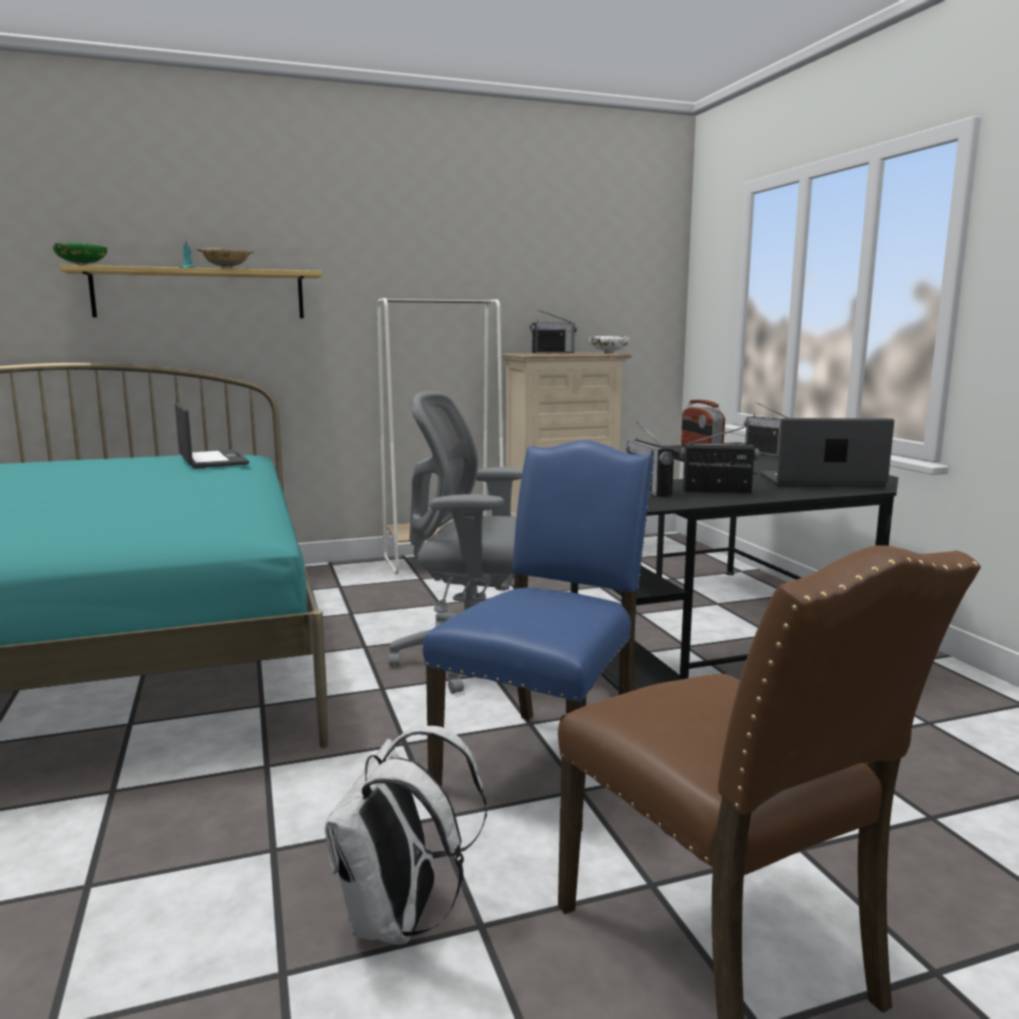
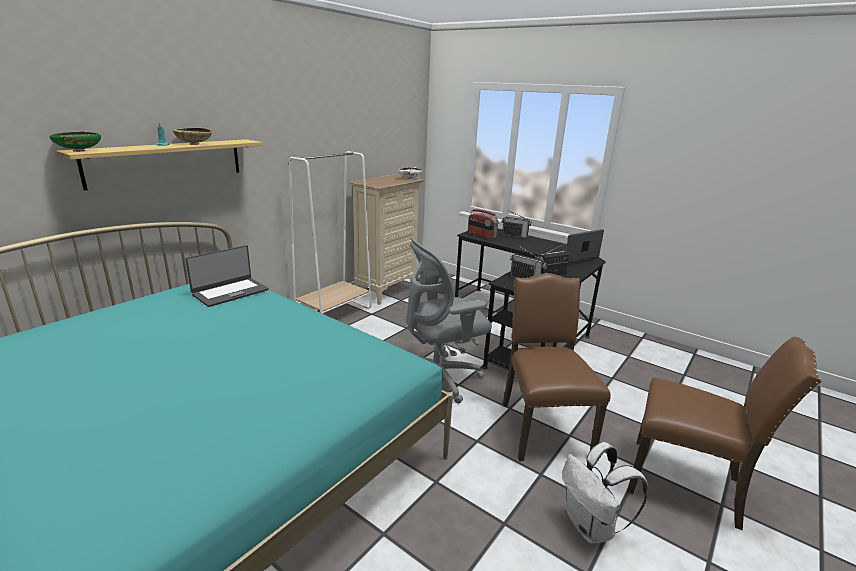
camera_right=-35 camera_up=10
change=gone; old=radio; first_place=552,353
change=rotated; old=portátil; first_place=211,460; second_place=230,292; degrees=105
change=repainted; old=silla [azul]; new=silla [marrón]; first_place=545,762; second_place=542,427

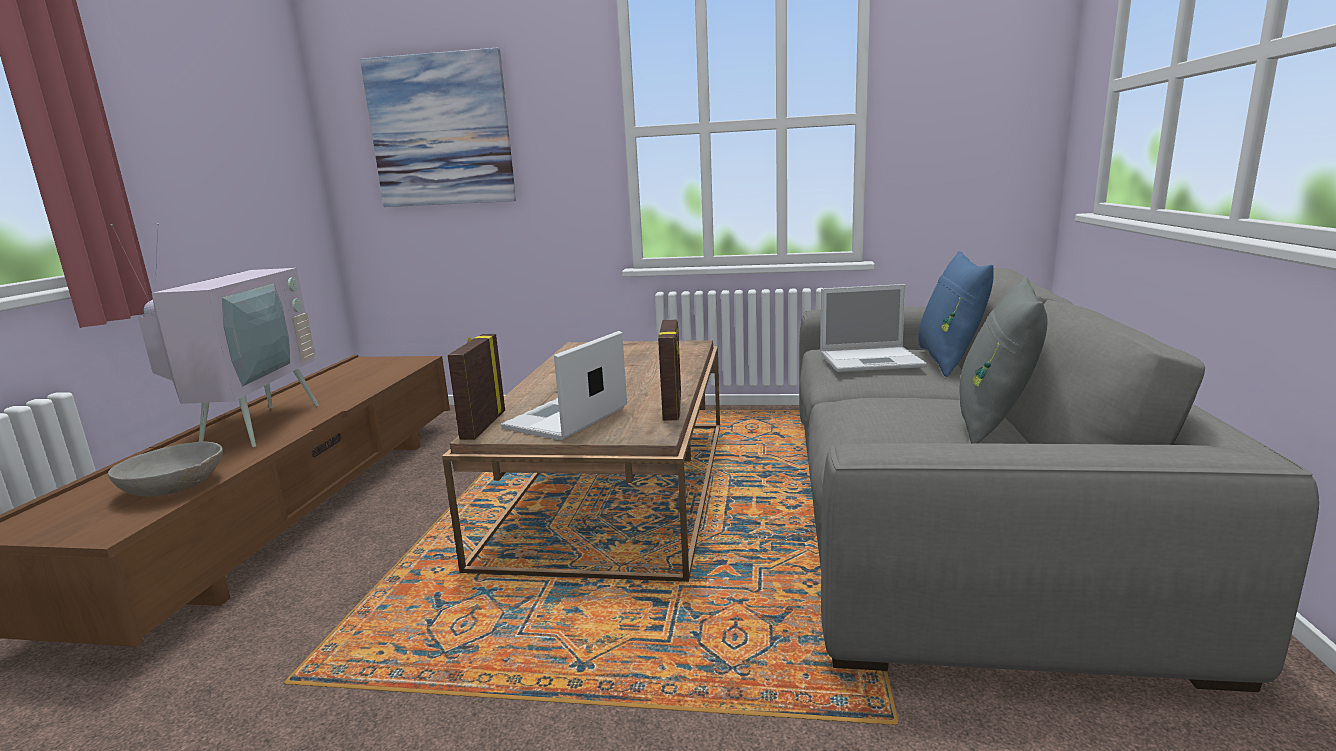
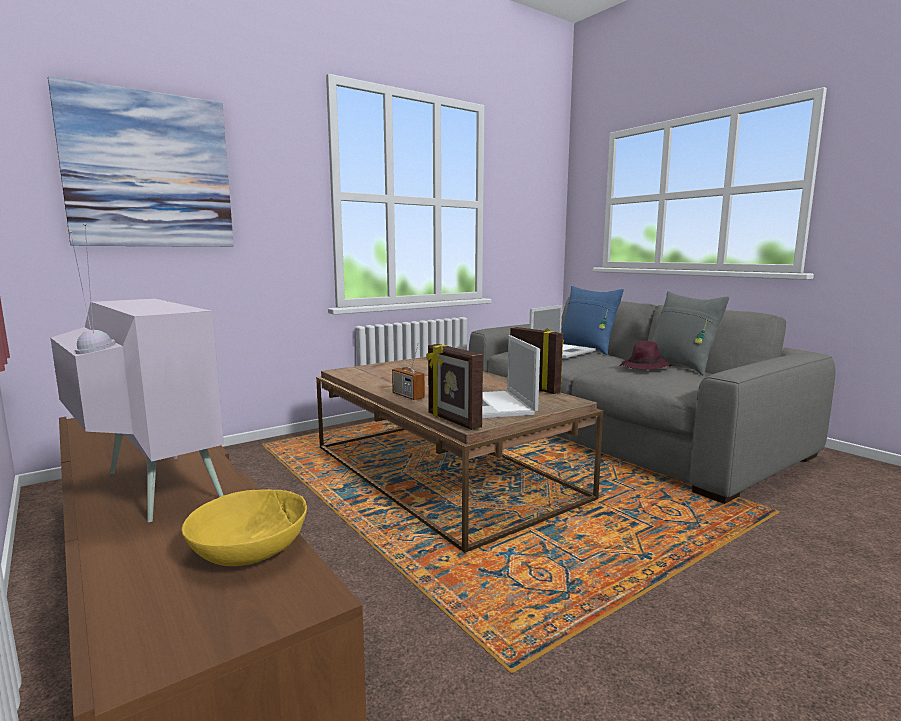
camera_right=-45 camera_up=-5
change=repainted; old=cuenco [gris]; new=cuenco [amarillo]; first_place=175,486; second_place=249,548
change=new; new=sombrero [morado]; second_place=645,367
change=new; new=radio; second_place=408,396

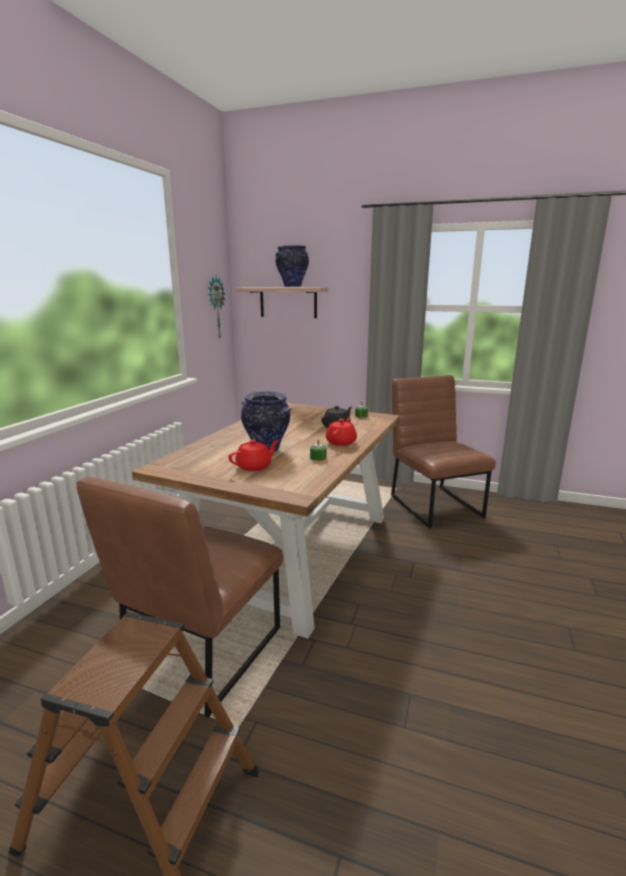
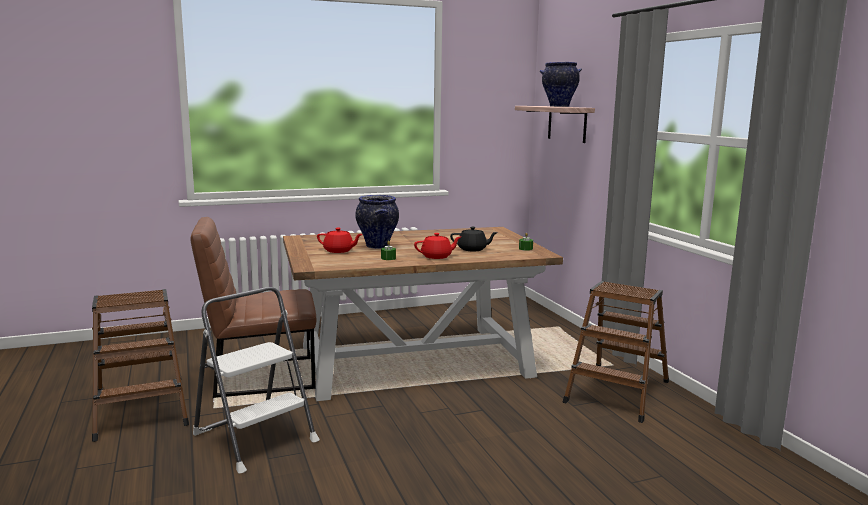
camera_right=50 camera_up=-5
change=gone; old=reloj de pared; first_place=215,308
change=swapped; old=silla [marrón]; new=escalera de tijera [marrón]; first_place=434,504; second_place=618,391
change=new; new=escalera de tijera [blanco]; second_place=253,435

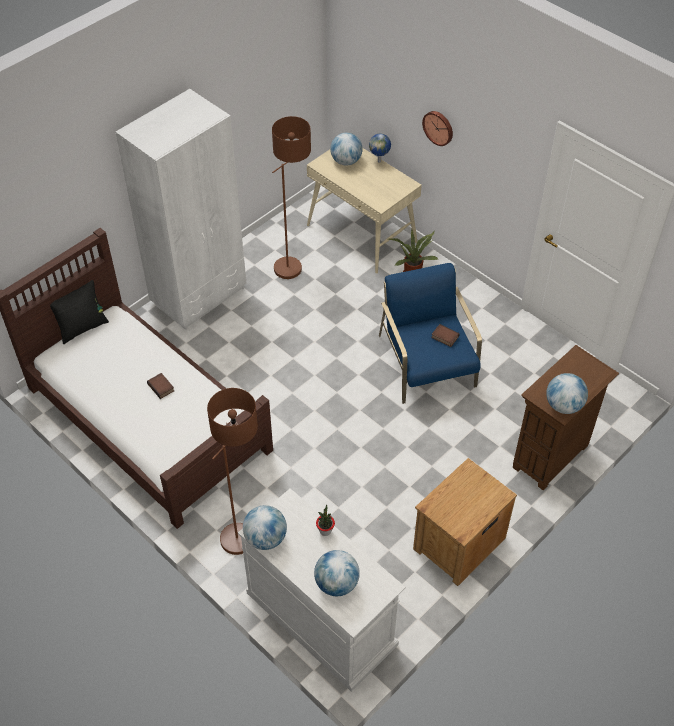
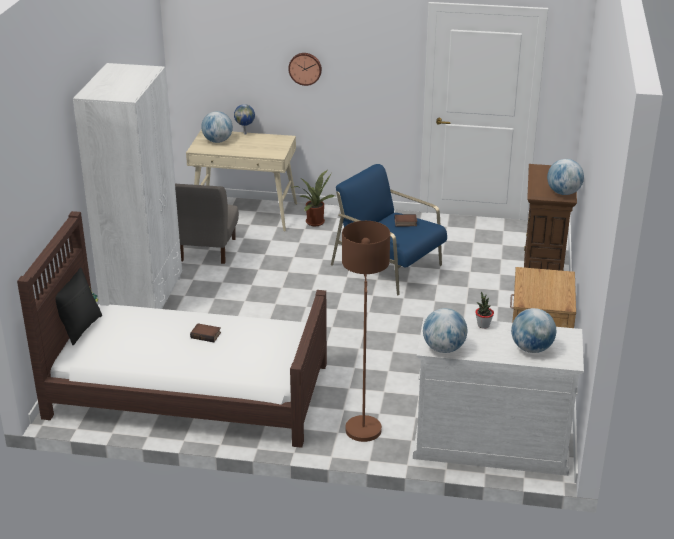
camera_right=-35 camera_up=-20
change=swapped; old=lámpara de pie [marrón]; new=silla [gris]; first_place=293,264; second_place=207,249

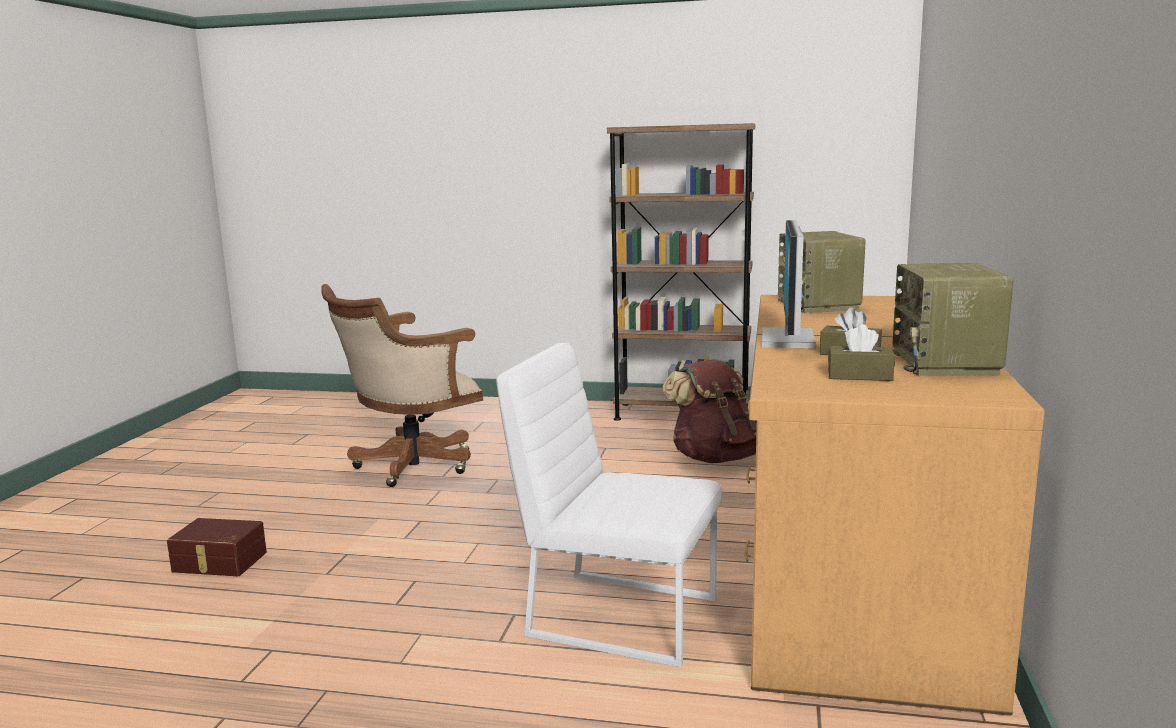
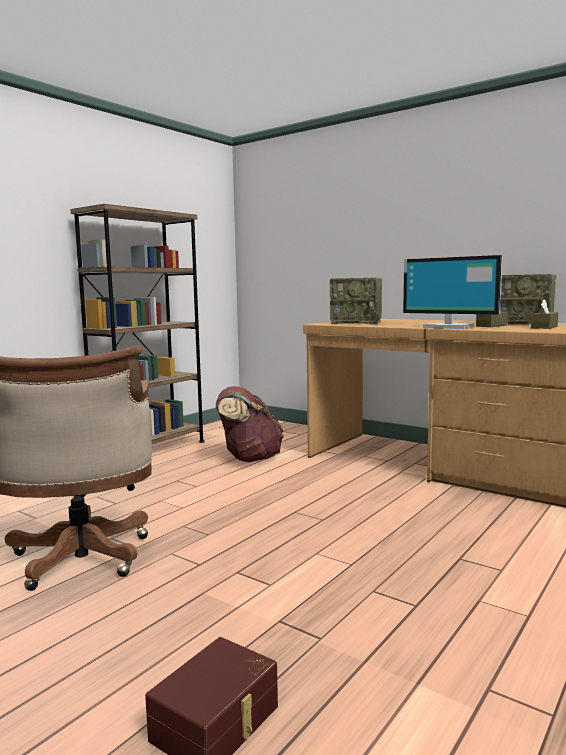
camera_right=-65 camera_up=-5
change=gone; old=silla [blanco]; first_place=617,615

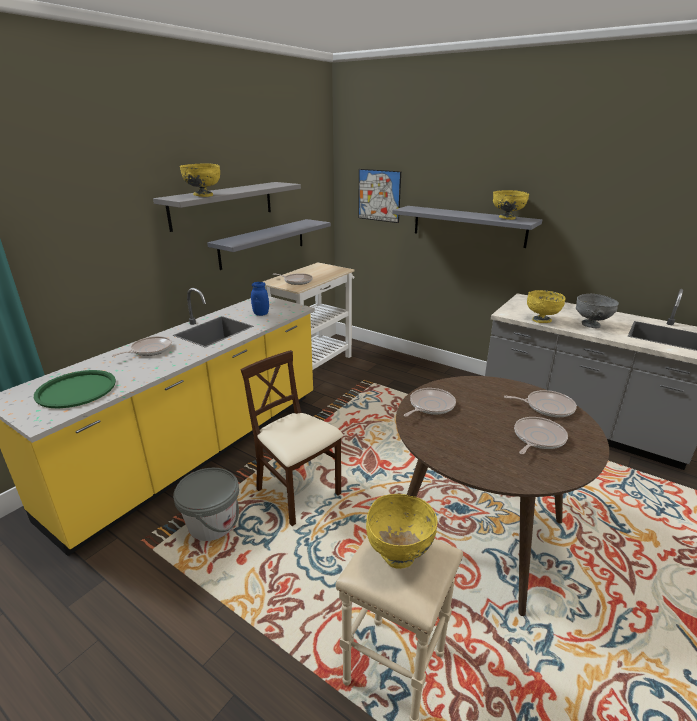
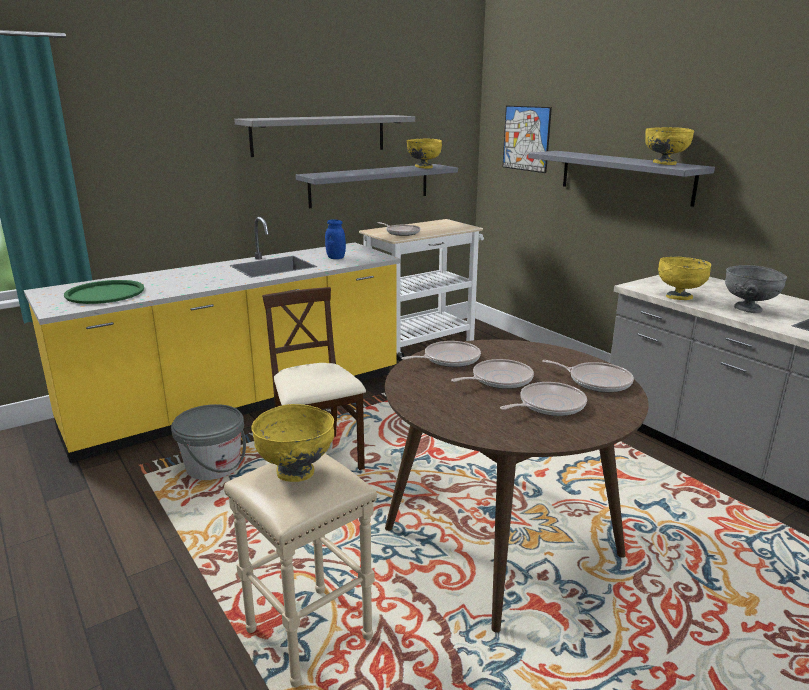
camera_right=20 camera_up=-5
change=shifted; old=cuenco [amarillo]; first_place=203,195; second_place=423,167
change=shifted; old=sartén; first_place=149,350; second_place=499,379

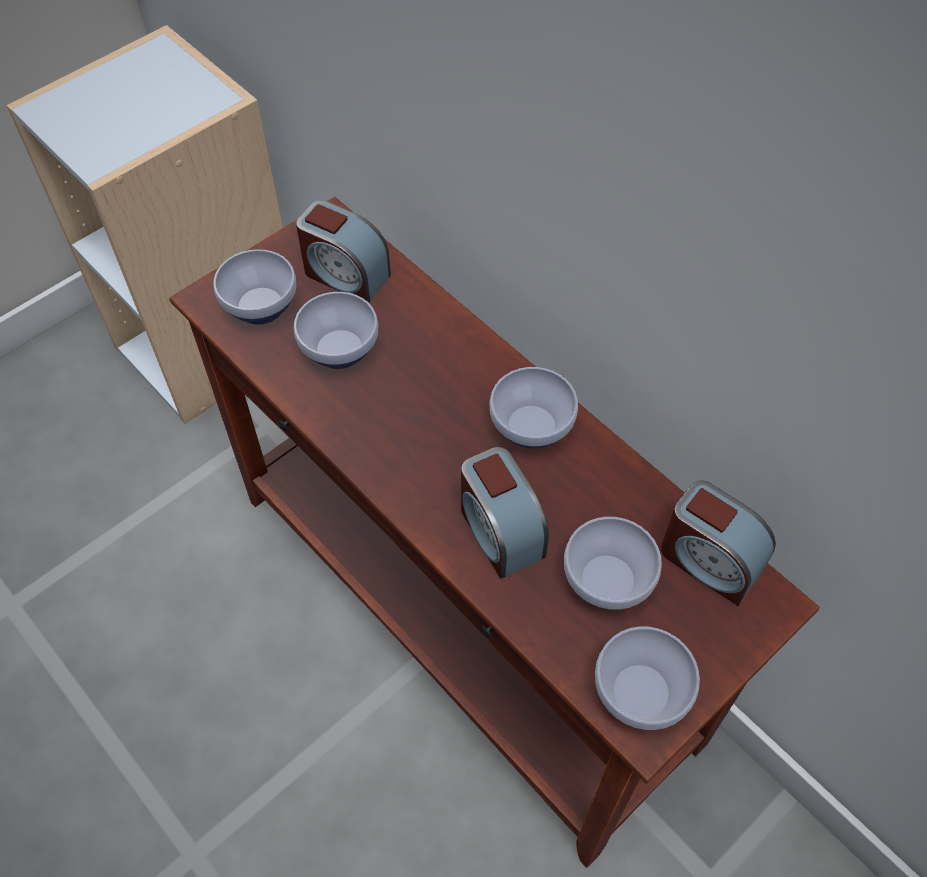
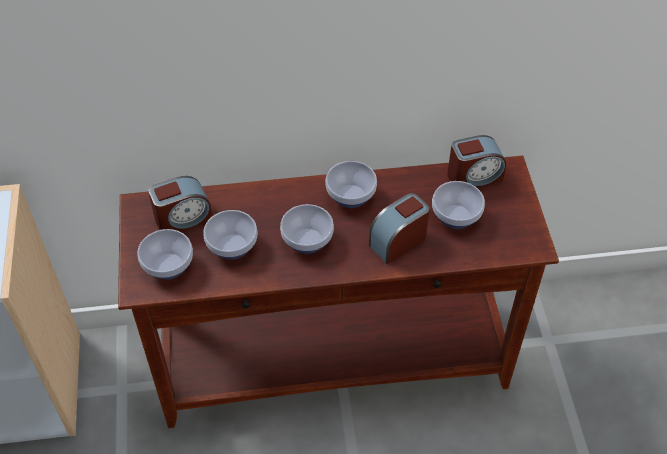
camera_right=-55 camera_up=-5
change=rotated; old=despertador; first_place=500,531; second_place=398,241; degrees=135
change=shifted; old=cuenco; first_place=643,691; second_place=307,240

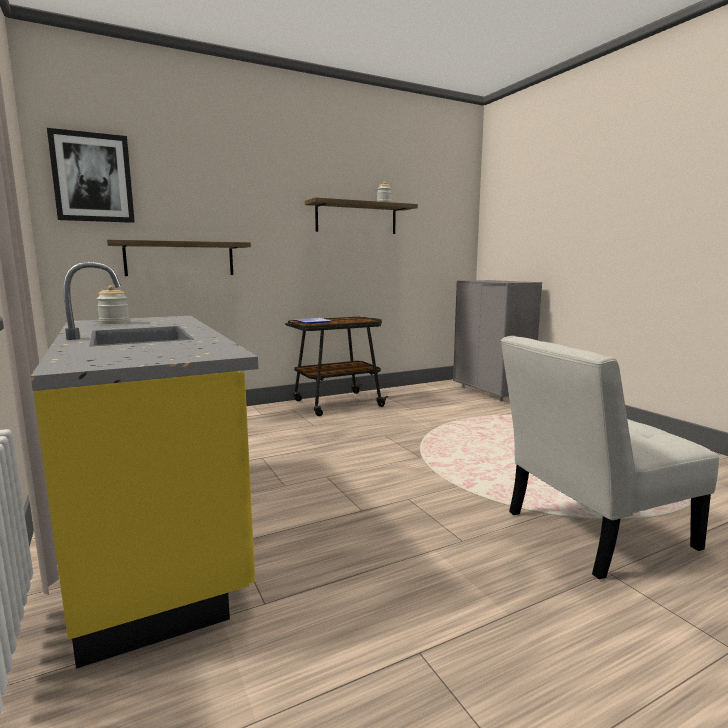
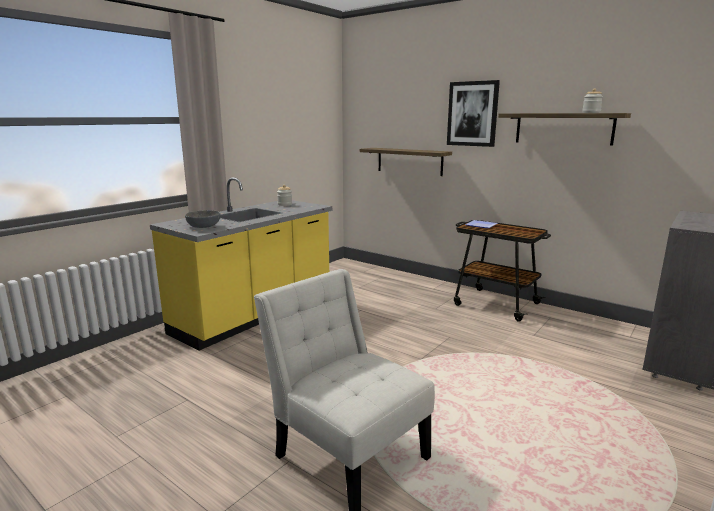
camera_right=65 camera_up=5
change=shifted; old=cuadro; first_place=92,178; second_place=472,114
change=new; new=cuenco [gris]; second_place=203,227

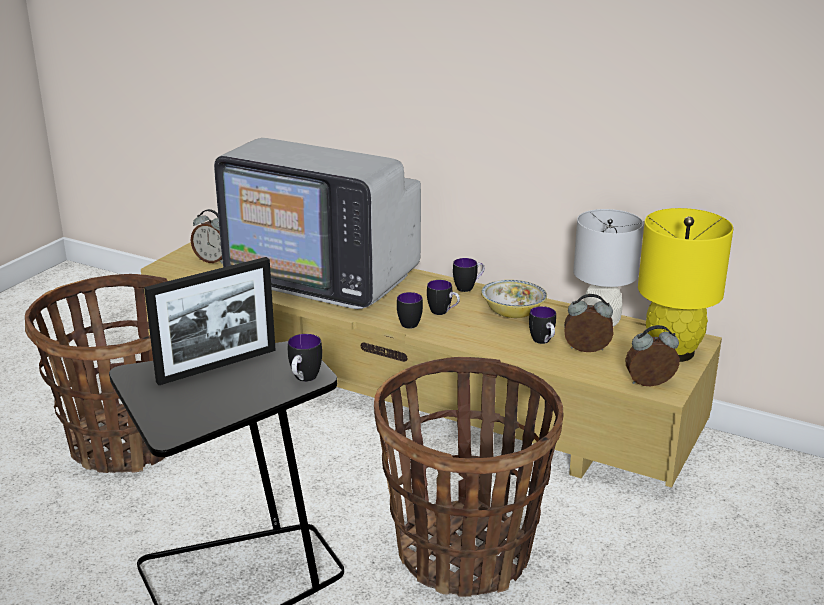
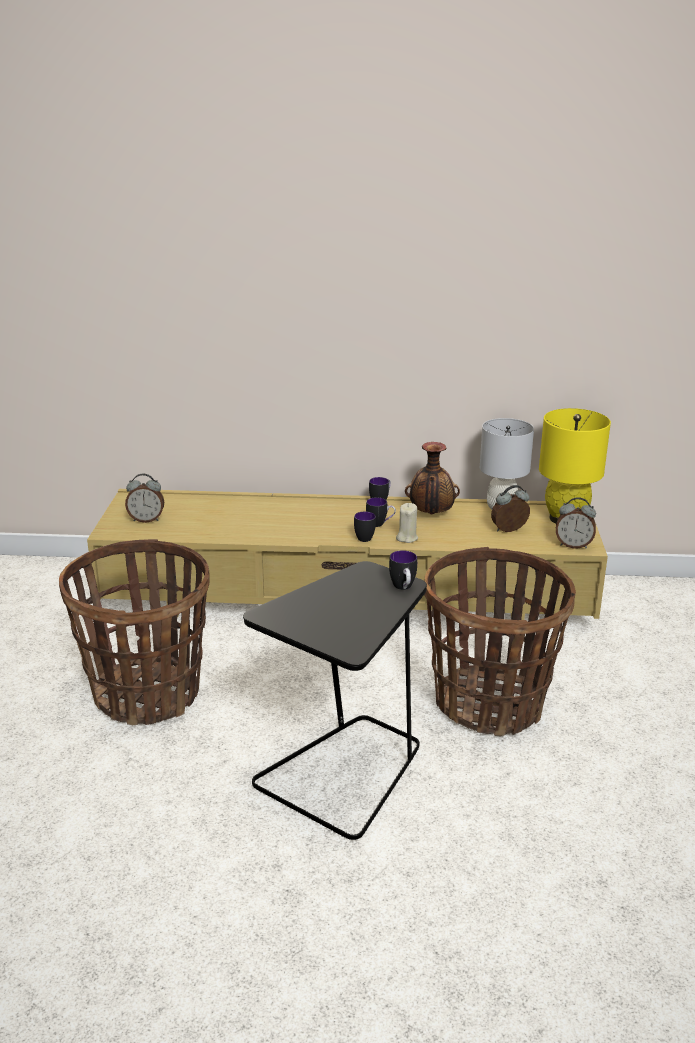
camera_right=-25 camera_up=0
change=gone; old=televisor; first_place=323,278
change=gone; old=portarretratos; first_place=217,366
change=swapped; old=cuenco; new=florero; first_place=513,313; second_place=431,514
change=gone; old=taza grande; first_place=543,342
change=rotated; old=despertador; first_place=650,385; second_place=573,545; degrees=-135
change=new; new=vela [beis]; second_place=407,538

